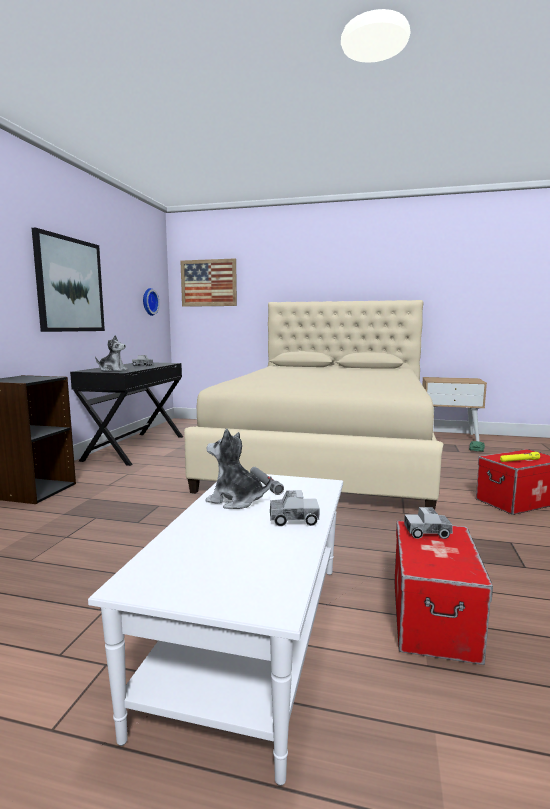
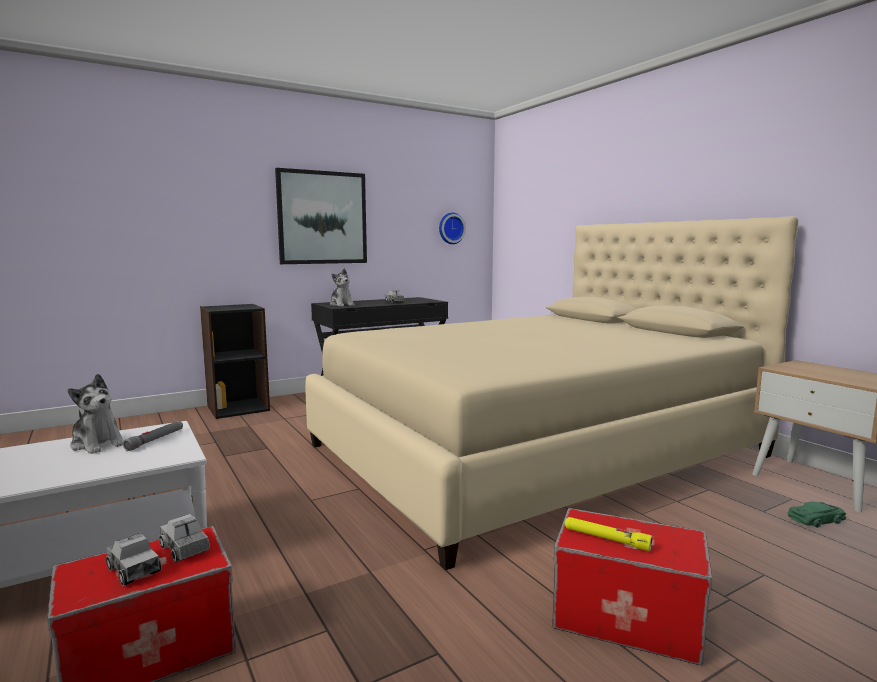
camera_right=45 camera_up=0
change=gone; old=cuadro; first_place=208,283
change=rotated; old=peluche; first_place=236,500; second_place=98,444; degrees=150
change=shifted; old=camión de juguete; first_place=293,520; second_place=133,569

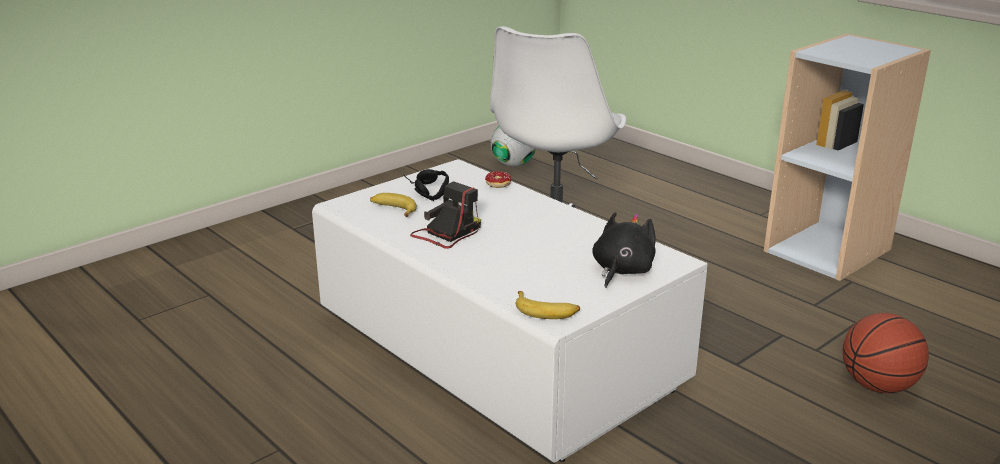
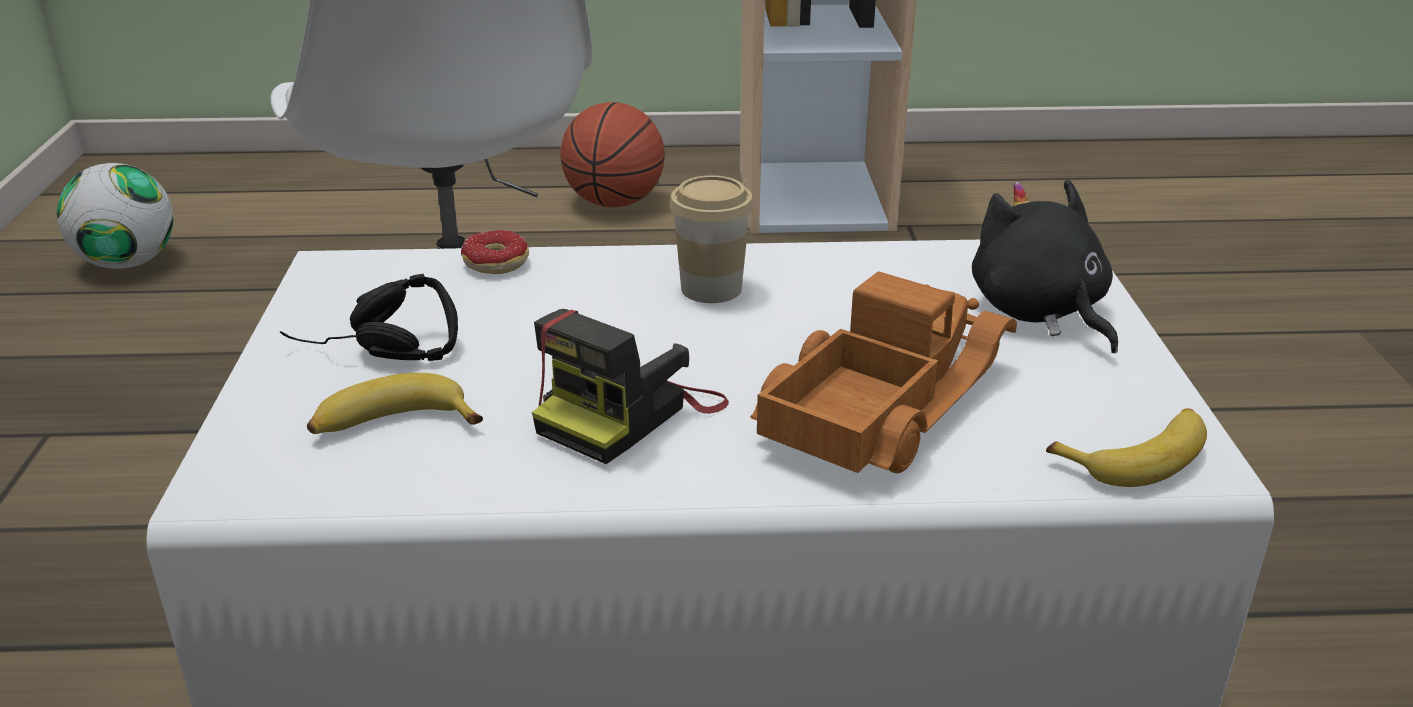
camera_right=-50 camera_up=5
change=rotated; old=cámara; first_place=447,234; second_place=628,413; degrees=-135
change=shifted; old=balón de baloncesto; first_place=878,385; second_place=614,203
change=new; new=taza; second_place=711,288
change=new; new=camión de juguete; second_place=879,401

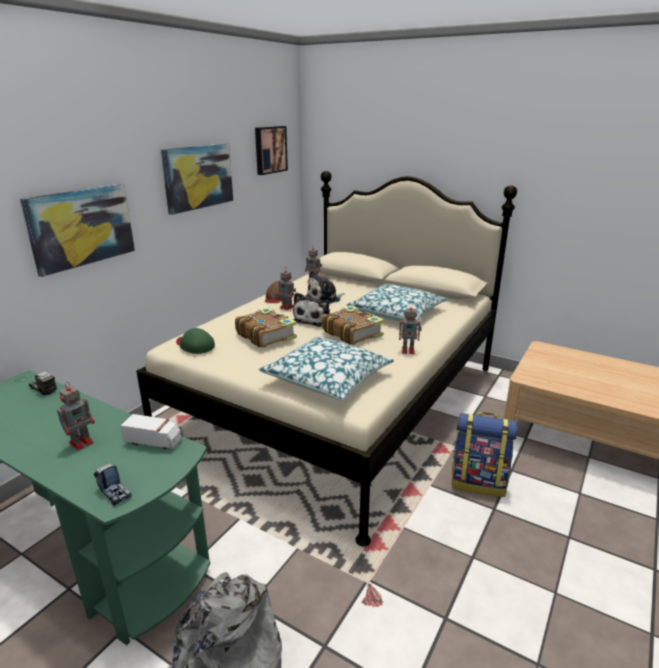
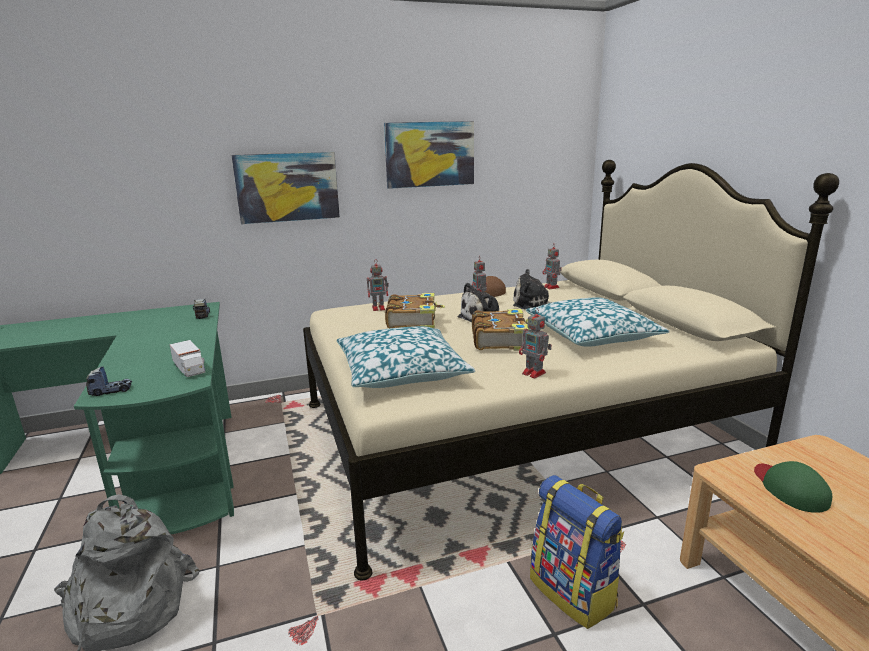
camera_right=40 camera_up=-5
change=gone; old=cuadro; first_place=269,149
change=shifted; old=gorra [verde]; first_place=195,345; second_place=790,489
change=shifted; old=robot de juguete; first_place=82,442; second_place=379,308
change=rotated; old=camión de juguete; first_place=114,492; second_place=111,391; degrees=-105

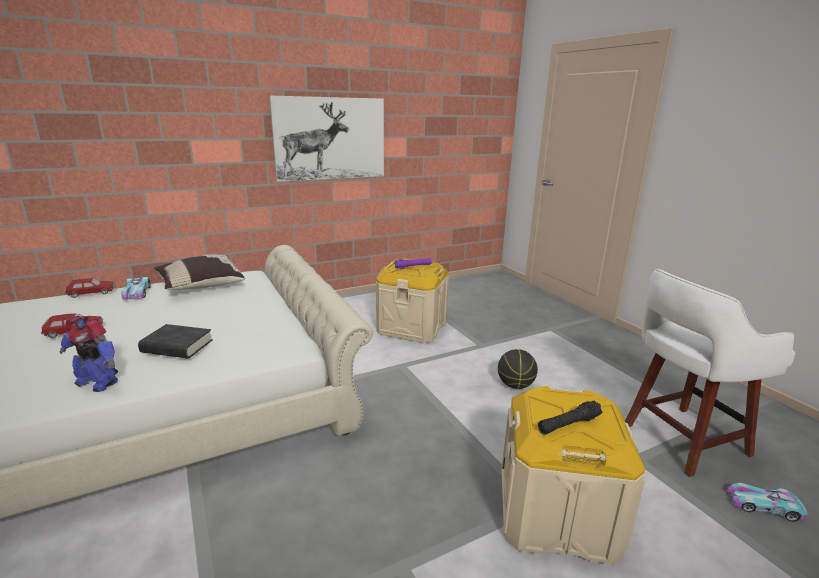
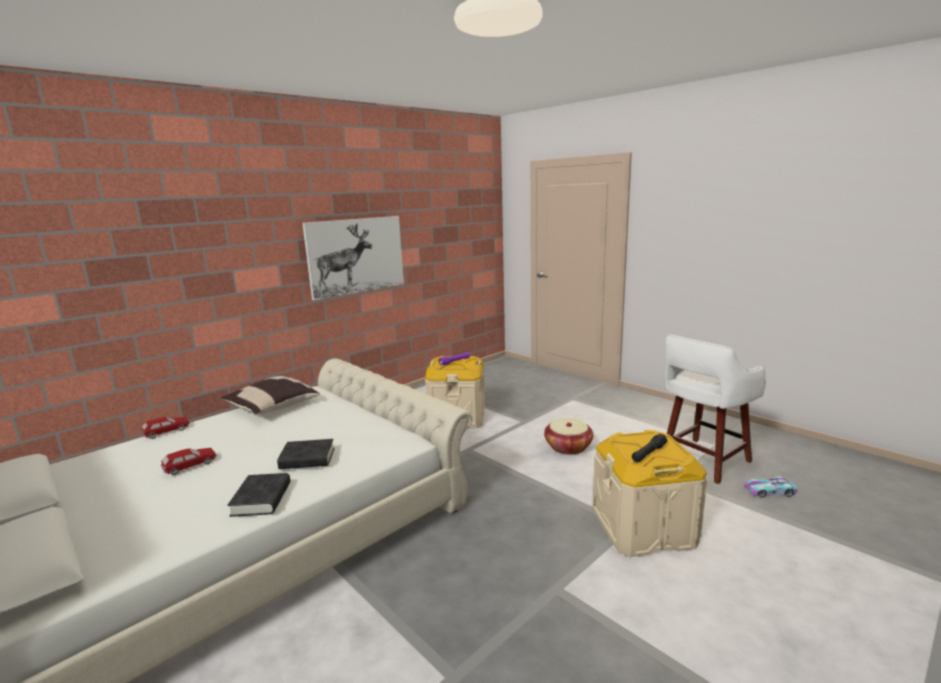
camera_right=-15 camera_up=-5
change=gone; old=coche de juguete; first_place=137,293
change=swapped; old=robot de juguete; new=libro [negro]; first_place=97,382; second_place=261,499
change=swapped; old=balón de baloncesto; new=cesta; first_place=515,385; second_place=568,447

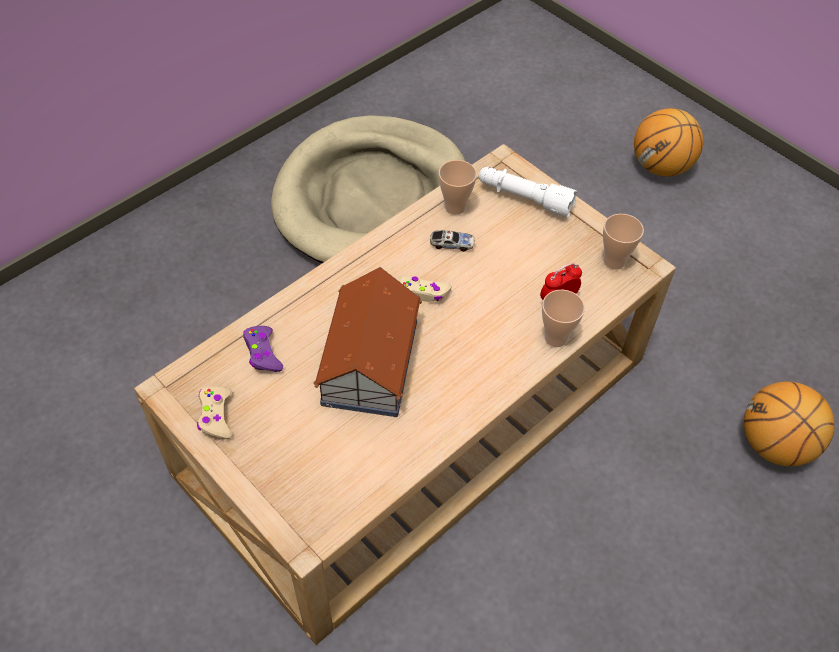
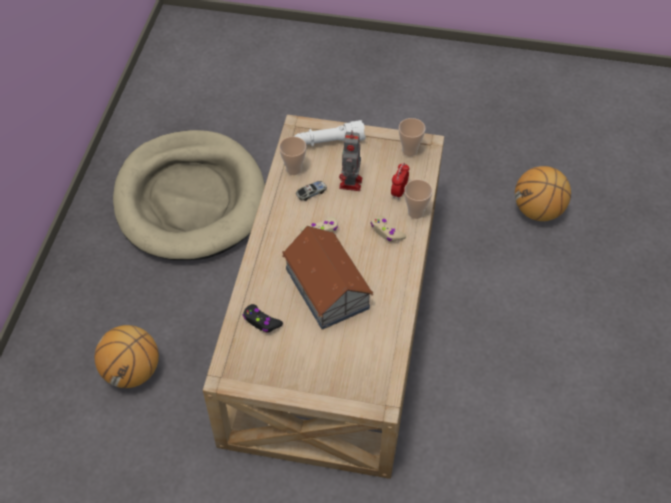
camera_right=-35 camera_up=0
change=shifted; old=balón de baloncesto; first_place=661,167; second_place=132,371
change=repainted; old=mando de consola [morado]; new=mando de consola [negro]; first_place=263,353; second_place=261,321
change=shifted; old=mando de consola [beis]; first_place=216,416; second_place=386,232
change=new; new=robot de juguete; second_place=350,184

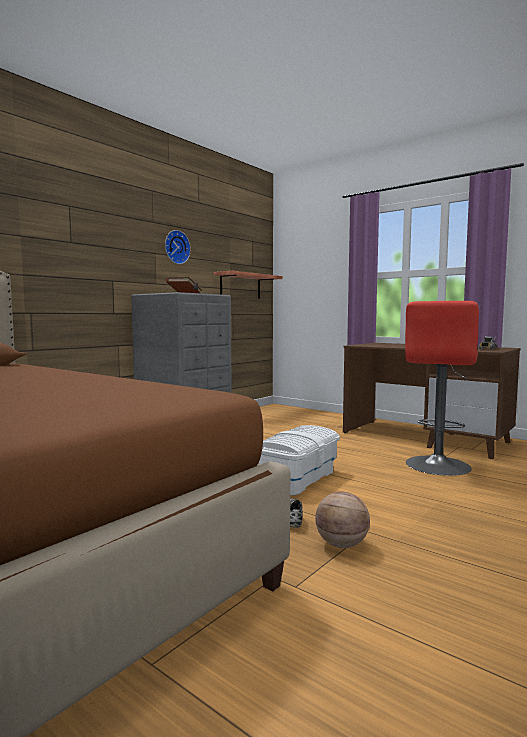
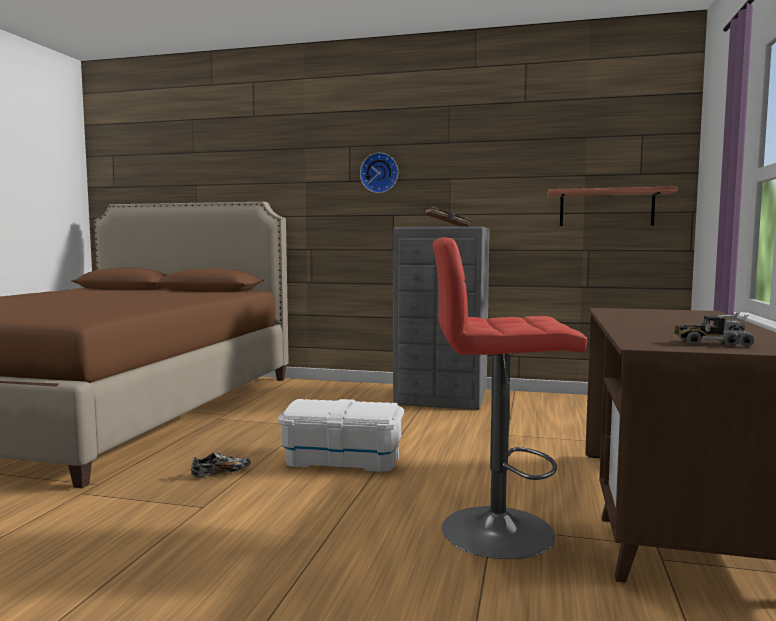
camera_right=65 camera_up=0
change=shifted; old=reloj de pared; first_place=176,247; second_place=379,173
change=gone; old=balón de baloncesto; first_place=341,544

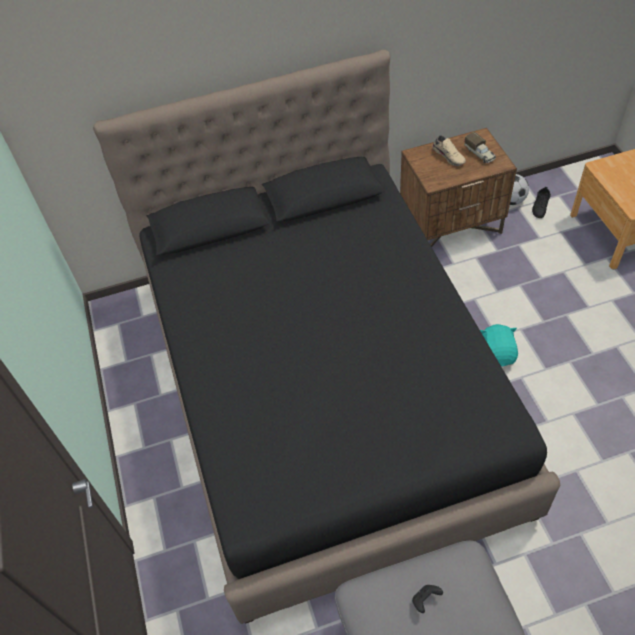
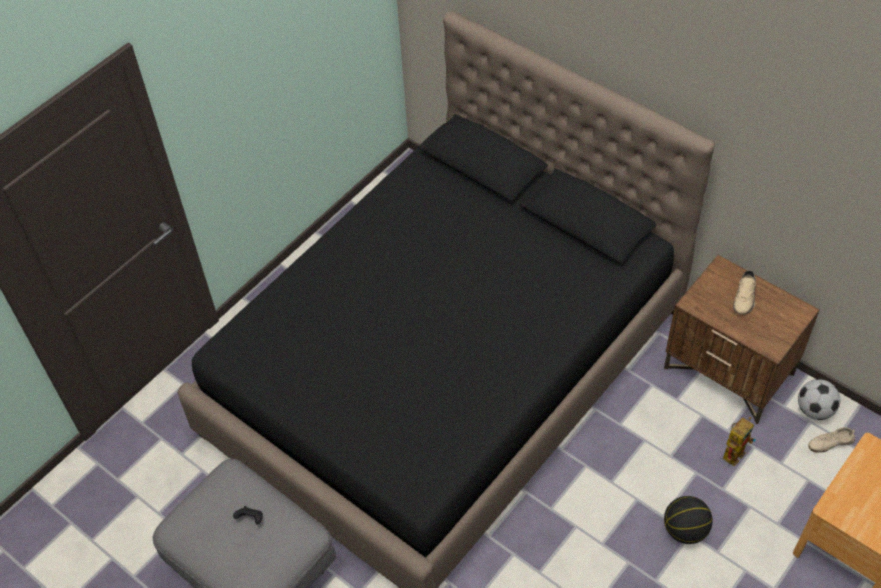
camera_right=55 camera_up=0
change=gone; old=camión de juguete; first_place=480,154
change=repainted; old=zapato [negro]; new=zapato [beis]; first_place=540,206; second_place=830,443
change=gone; old=peluche [turquesa]; first_place=497,354
change=new; new=robot de juguete; second_place=734,451
change=new; new=balón de baloncesto; second_place=685,530

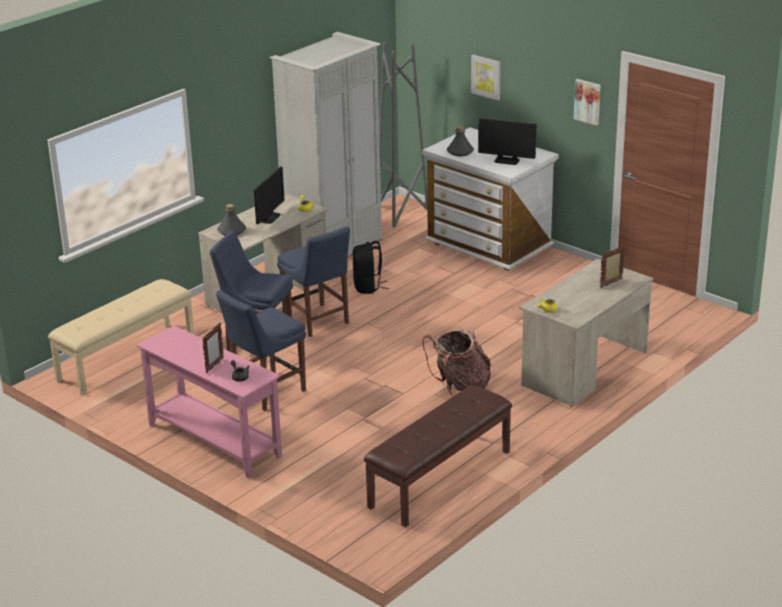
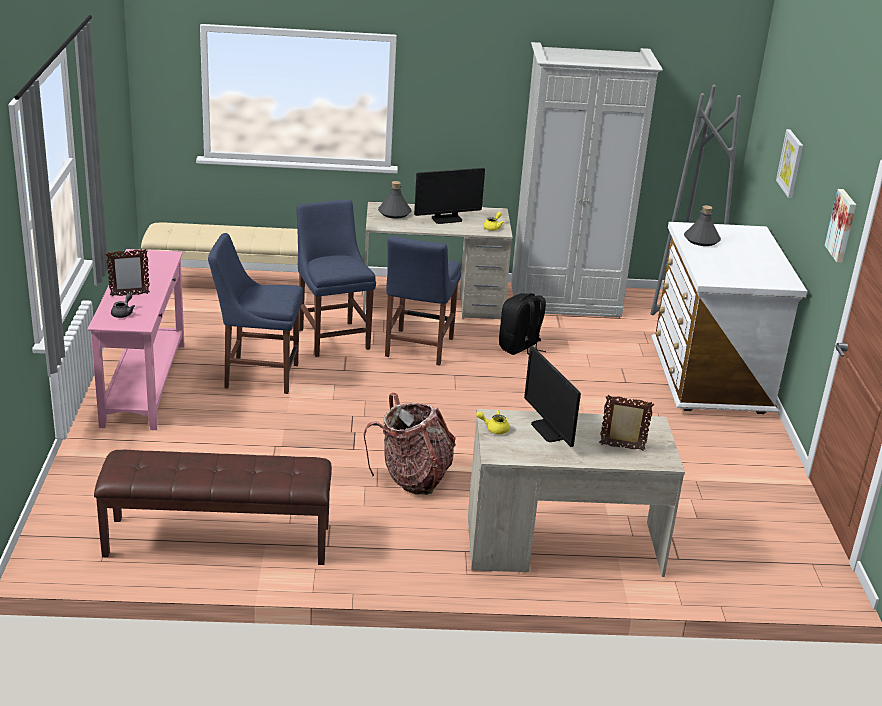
camera_right=45 camera_up=0
change=shifted; old=monitor; first_place=507,160; second_place=550,430

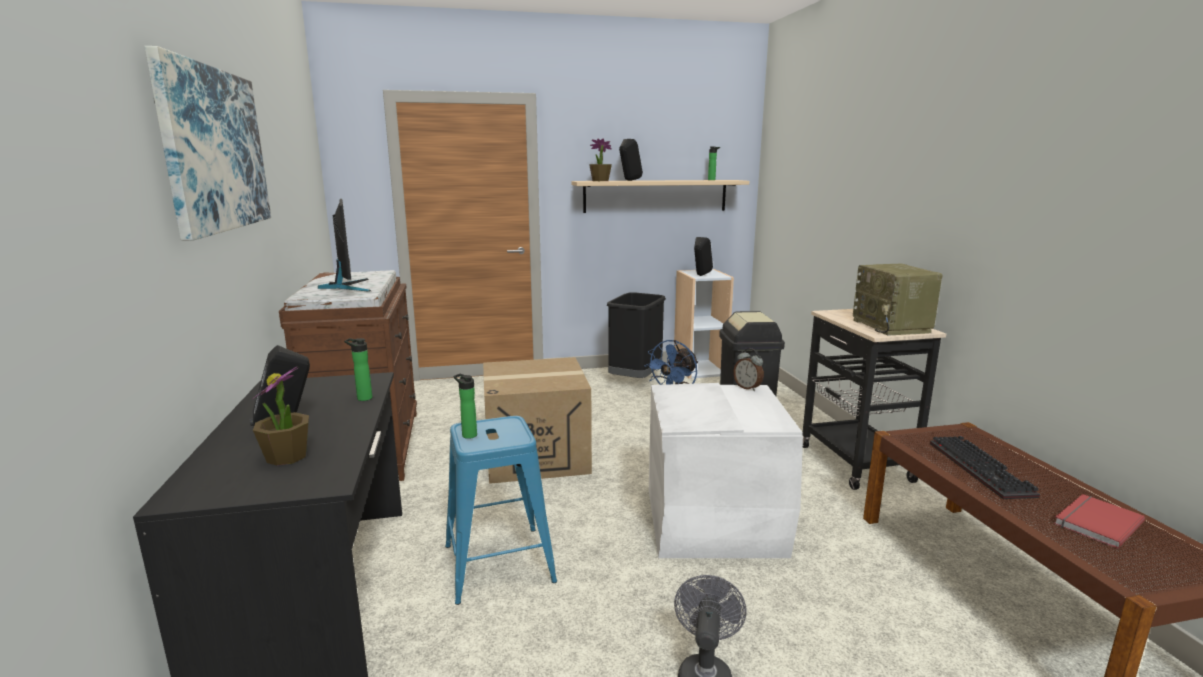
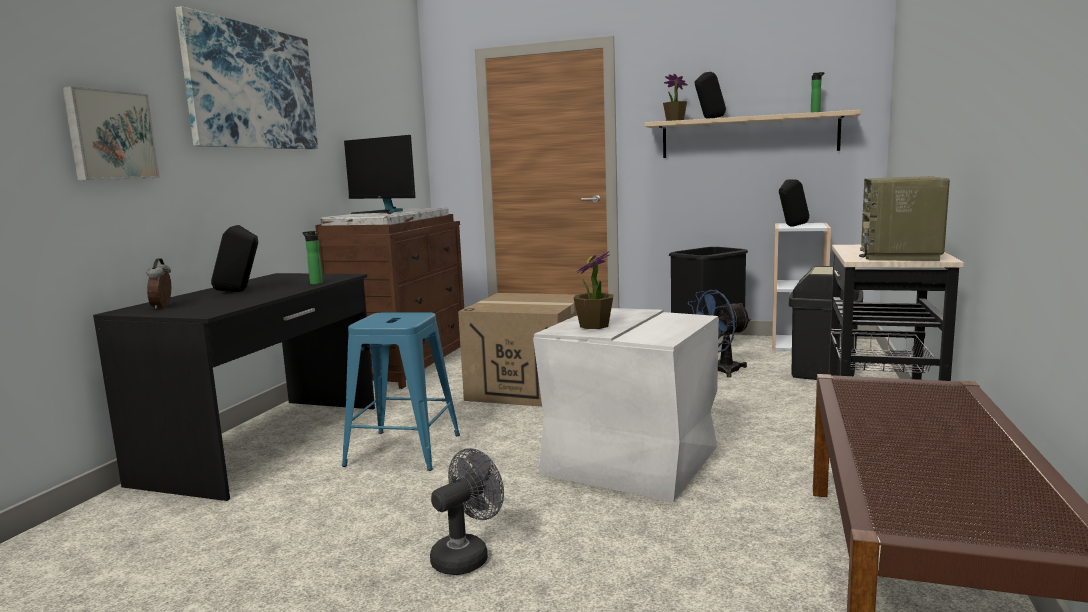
camera_right=30 camera_up=-5
change=rotated; old=monitor; first_place=347,286; second_place=384,212; degrees=120
change=shifted; old=despertador; first_place=748,388; second_place=163,307
change=shifted; old=planta en maceta; first_place=287,457; second_place=594,325
change=gone; old=botella; first_place=467,435
change=gone; old=teclado; first_place=983,469
change=gone; old=libro [rojo]; first_place=1095,522
change=new; new=cuadro; second_place=110,135

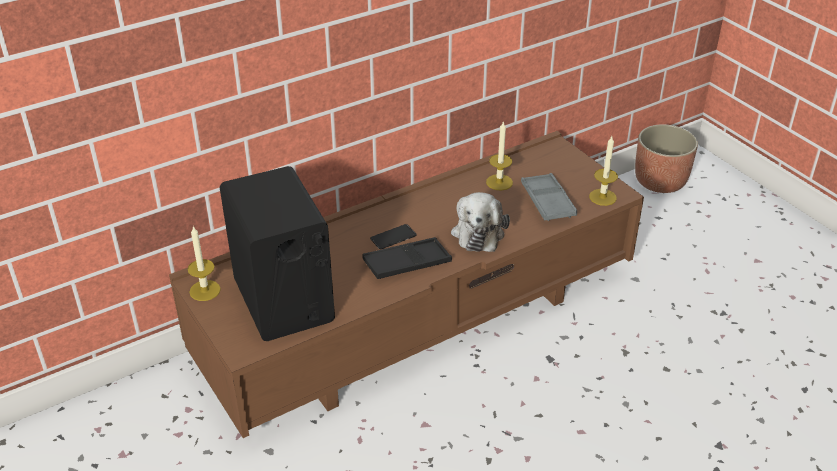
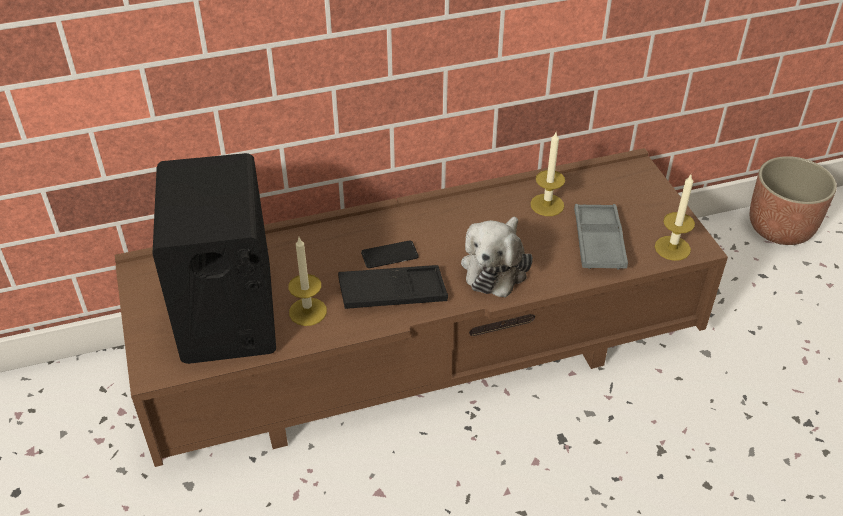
camera_right=15 camera_up=5
change=shifted; old=vela; first_place=205,290; second_place=308,311

